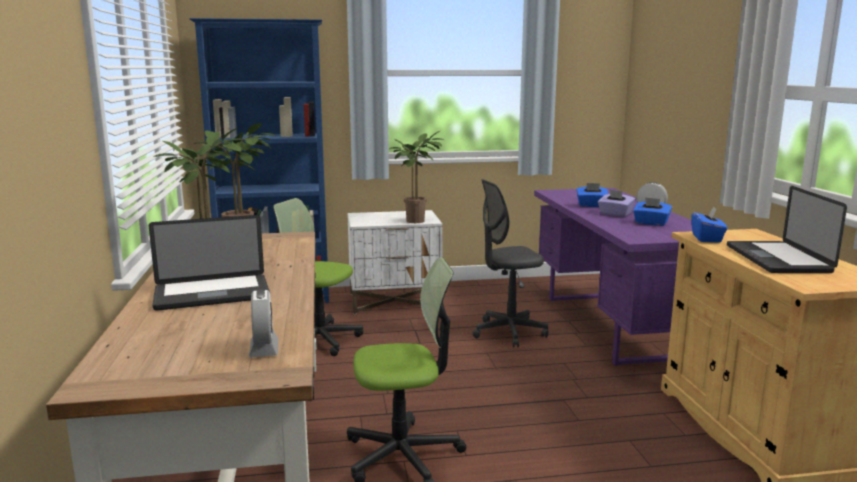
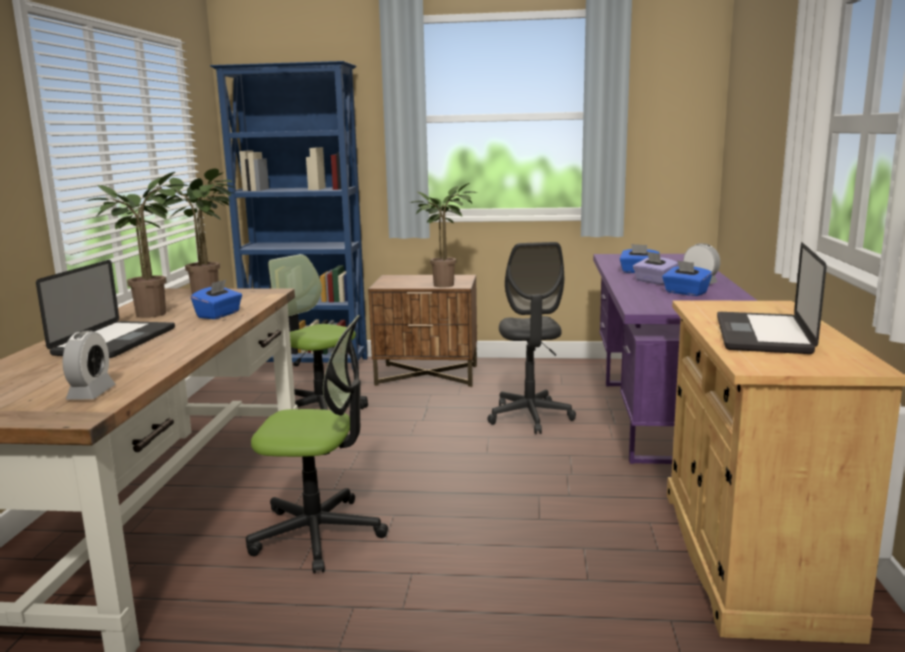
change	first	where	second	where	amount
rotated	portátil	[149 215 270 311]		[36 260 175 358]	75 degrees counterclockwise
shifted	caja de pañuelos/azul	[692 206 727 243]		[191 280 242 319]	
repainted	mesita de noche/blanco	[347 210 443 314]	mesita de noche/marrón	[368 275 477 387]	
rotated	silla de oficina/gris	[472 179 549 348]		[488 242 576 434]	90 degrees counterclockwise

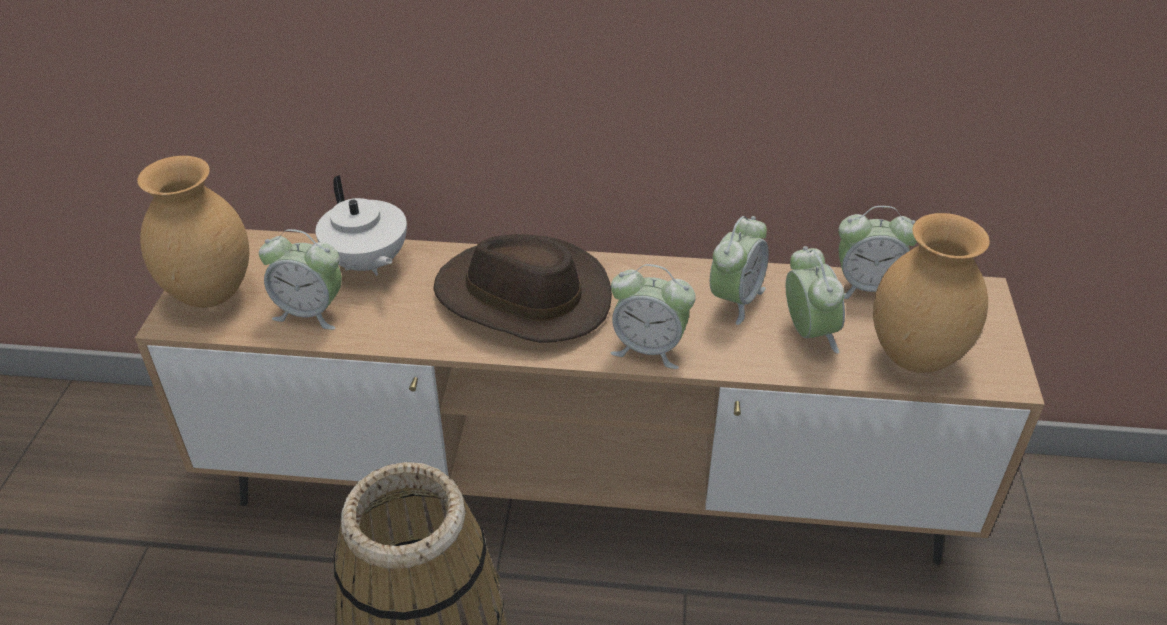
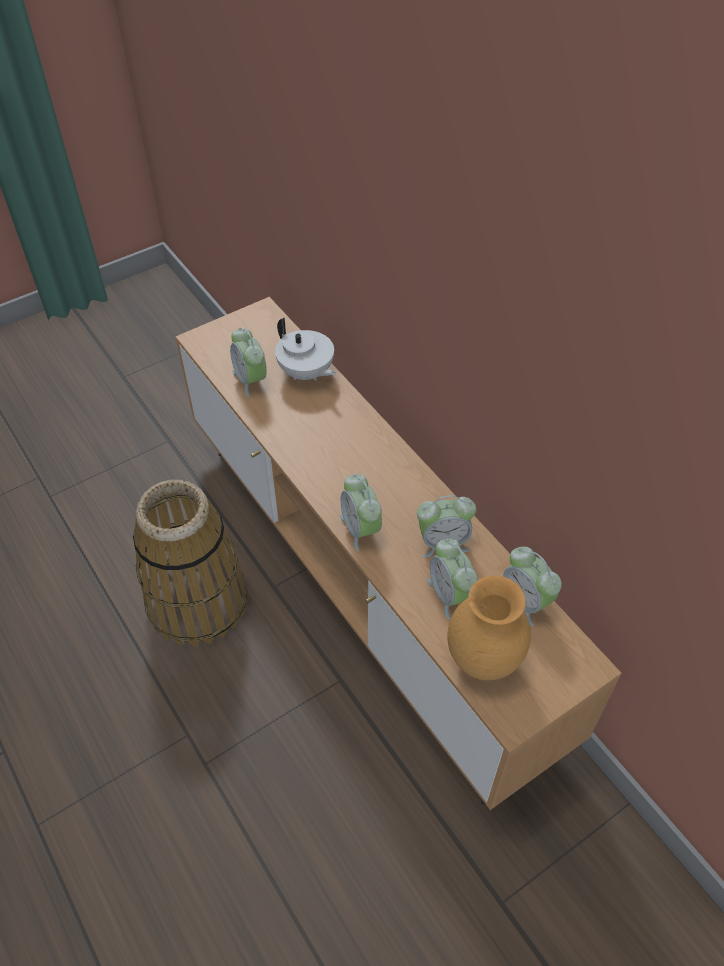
change	first	where	second	where	amount
rotated	tetera/blanco	[316 175 407 276]		[275 318 336 381]	60 degrees counterclockwise
rotated	despertador	[786 246 845 354]		[427 539 478 619]	120 degrees clockwise
gone	florero/marrón	[137 156 249 308]			
gone	sombrero/marrón	[433 234 612 343]			

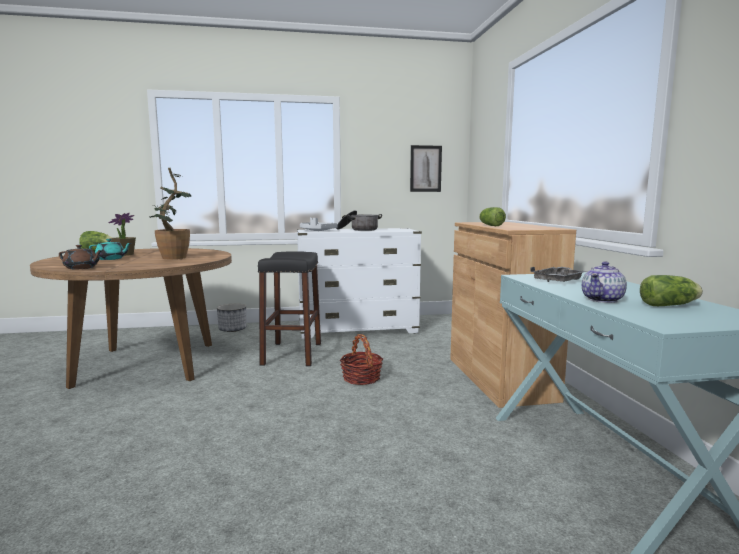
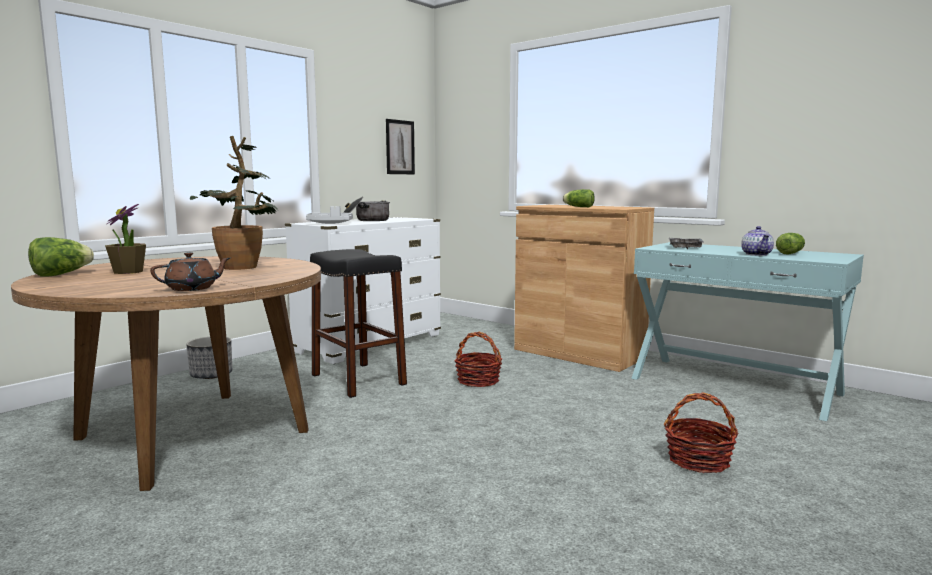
change	first	where	second	where	amount
new			cesta	[664 392 739 473]	
gone	tetera/turquesa	[89 239 131 260]			

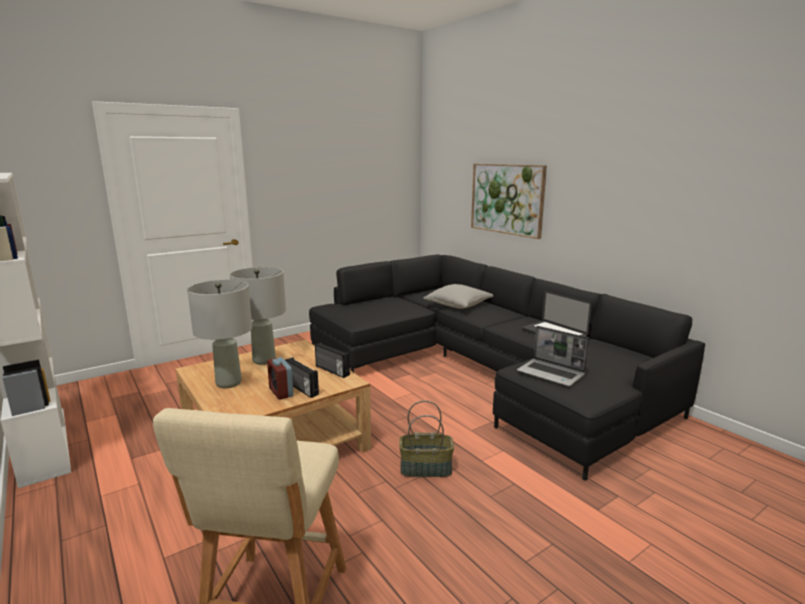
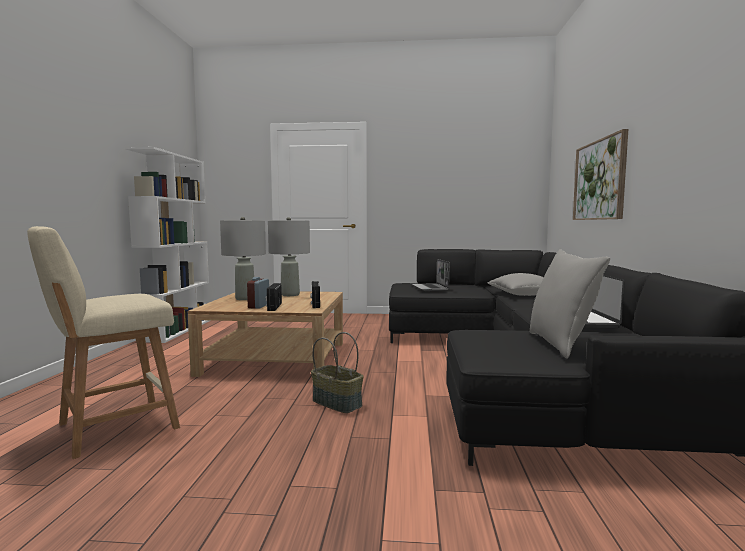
change	first	where	second	where	amount
shifted	portátil	[517 326 590 386]		[412 259 450 291]	
new			cojín/gris	[530 249 610 359]	

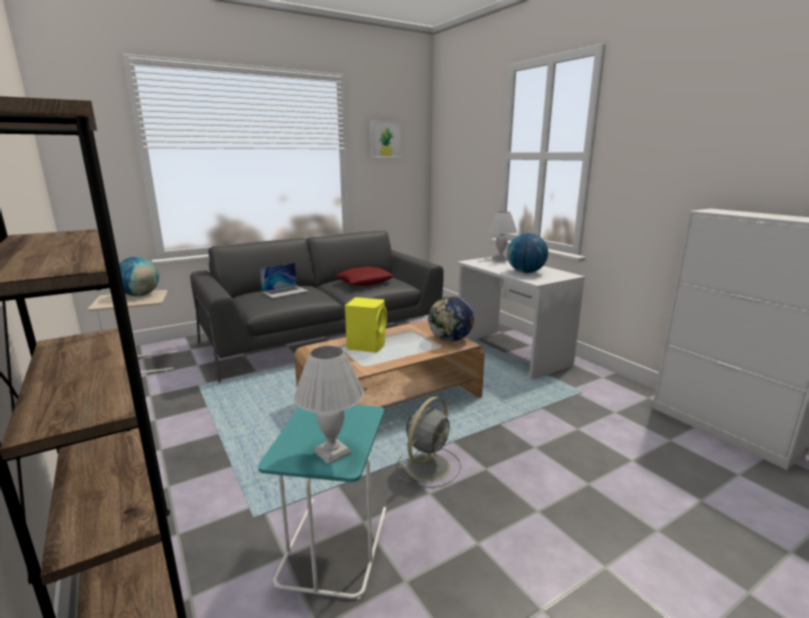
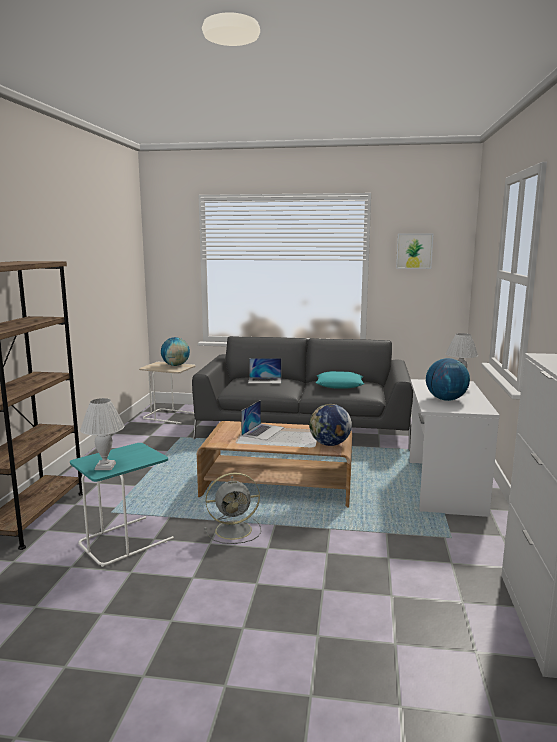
change	first	where	second	where	amount
swapped	altavoz/amarillo	[345 297 387 353]	portátil	[241 400 284 440]	
repainted	cojín/rojo	[336 267 394 286]	cojín/turquesa	[316 371 364 389]	

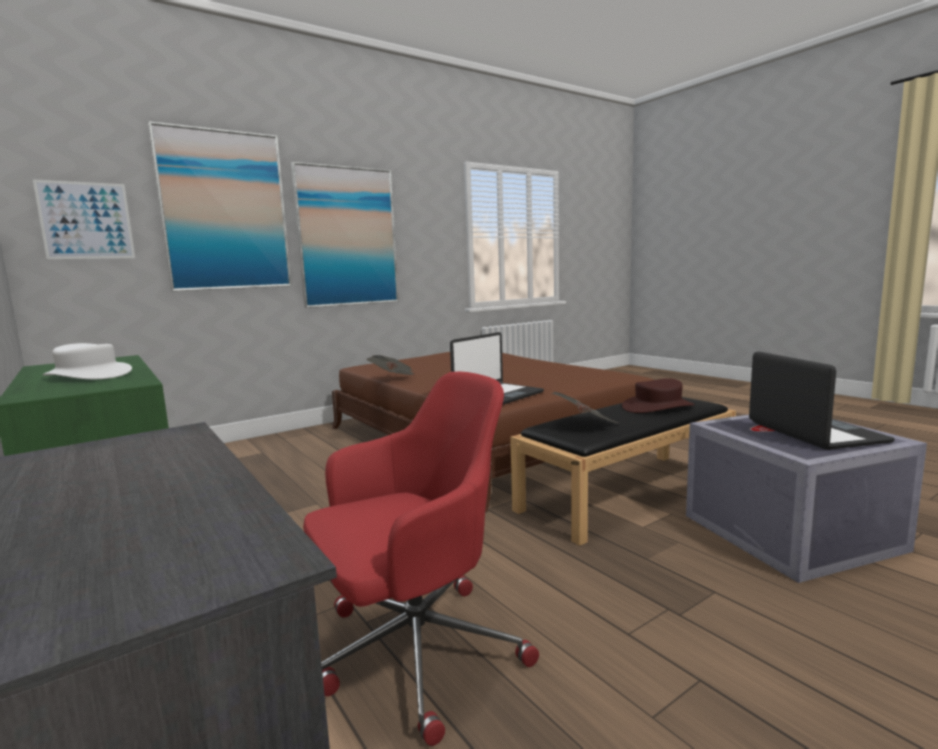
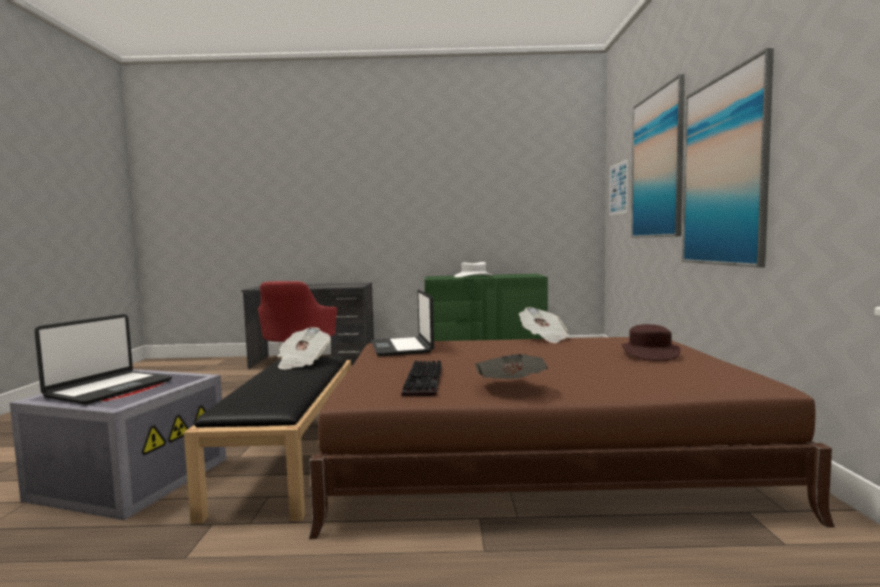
change	first	where	second	where	amount
rotated	portátil	[749 351 895 450]		[35 314 172 405]	90 degrees counterclockwise
new			teclado	[401 360 442 396]	
new			periódico	[474 354 548 379]	
shifted	sombrero/marrón	[622 378 695 413]		[622 324 681 361]	

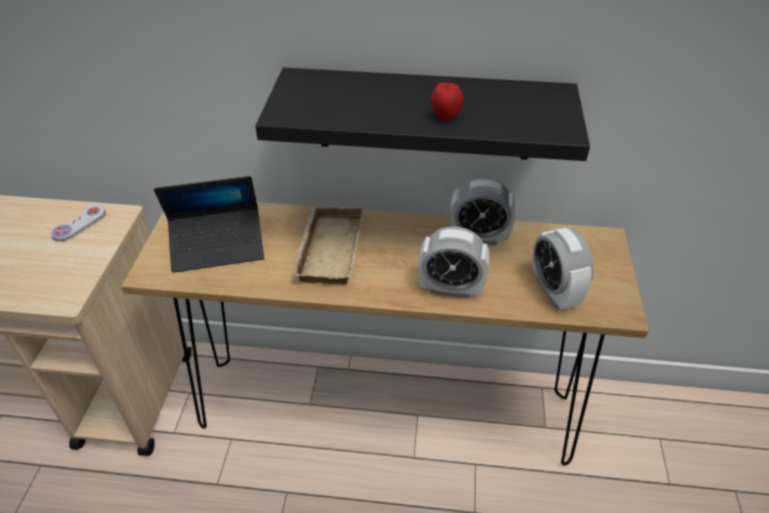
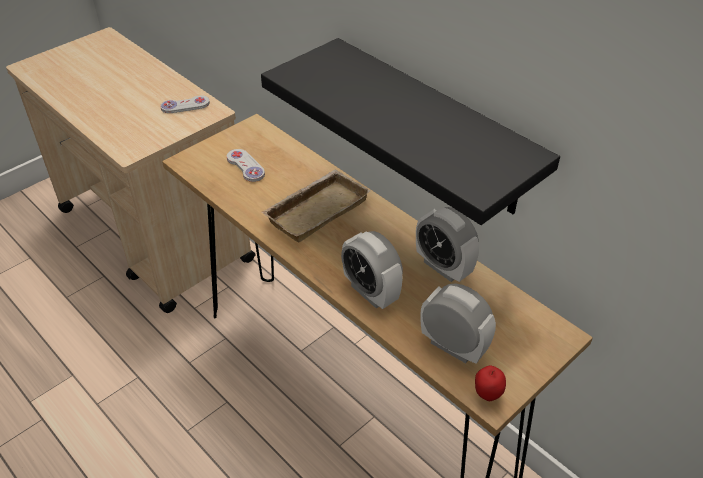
change	first	where	second	where	amount
swapped	portátil	[154 176 264 273]	mando de consola/blanco	[227 149 265 182]	
rotated	despertador	[533 227 594 310]		[420 284 496 364]	105 degrees clockwise
shifted	manzana	[431 79 464 121]		[475 366 506 401]	

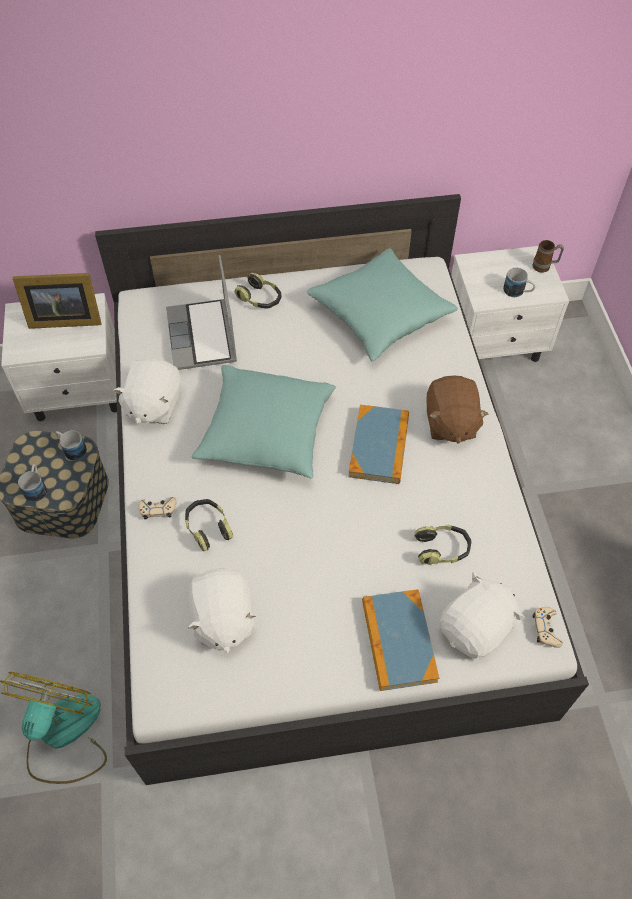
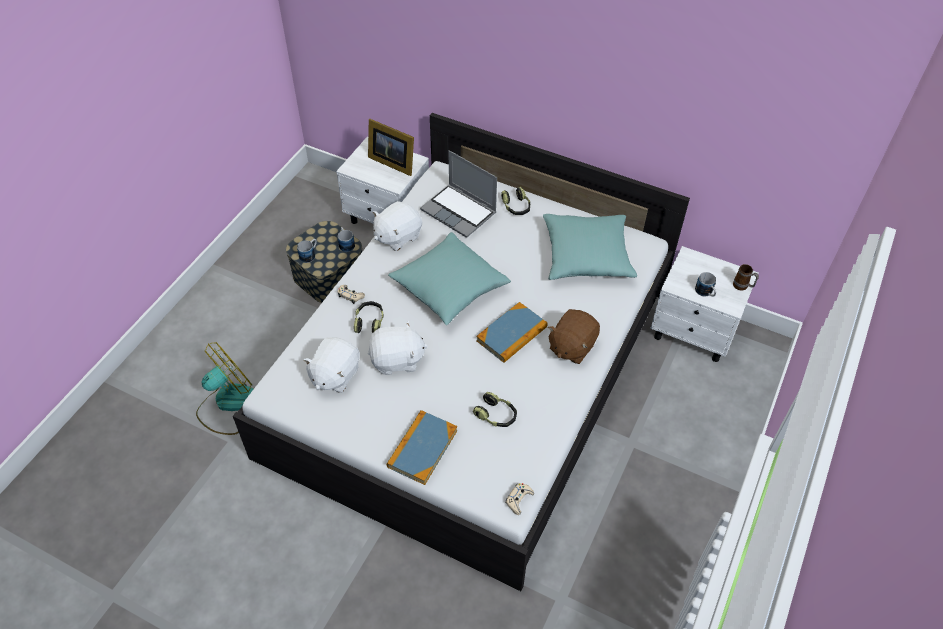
change	first	where	second	where	amount
shifted	peluche/blanco	[440 572 525 660]		[368 321 428 375]	
rotated	portátil	[166 255 237 370]		[420 150 497 238]	75 degrees counterclockwise

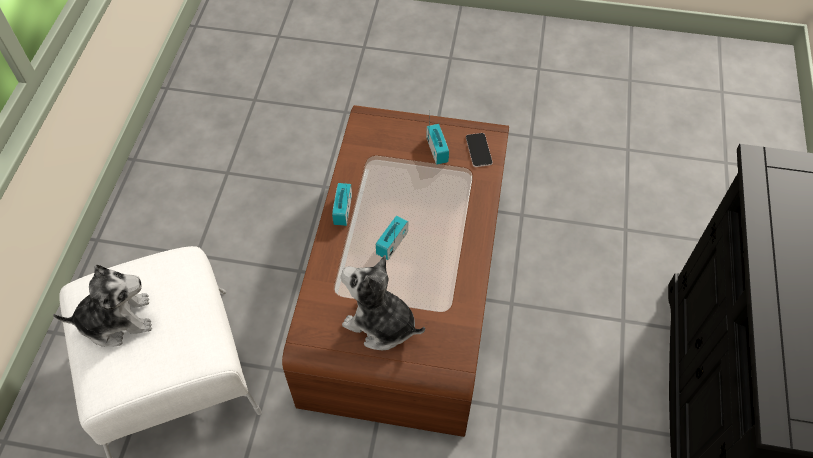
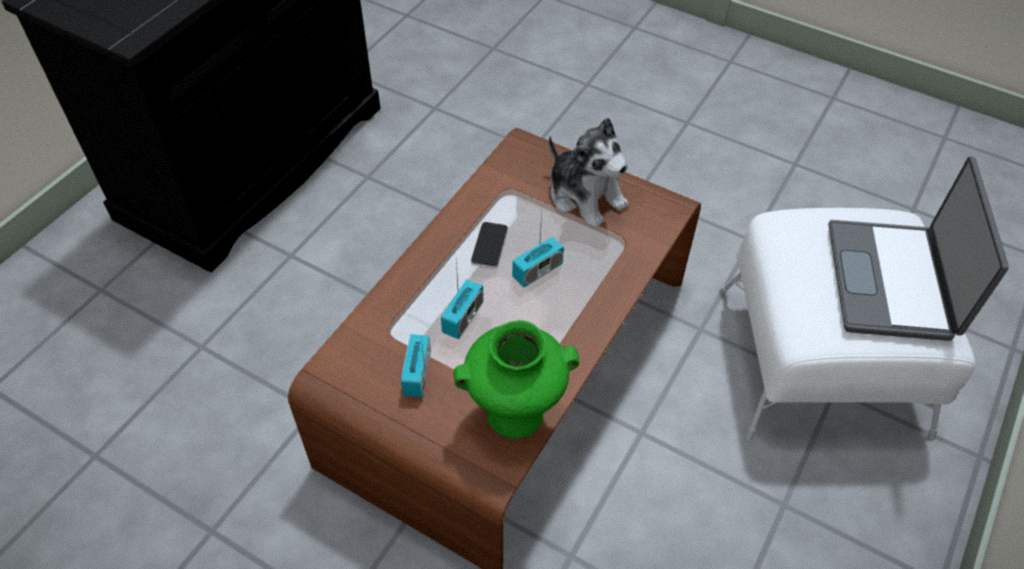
change	first	where	second	where	amount
shifted	radio	[332 183 352 226]		[441 260 483 339]	
new			florero/verde	[454 320 579 439]	
shifted	móvil	[466 133 493 167]		[471 222 508 268]	
swapped	peluche	[53 265 152 347]	portátil	[828 156 1009 341]	

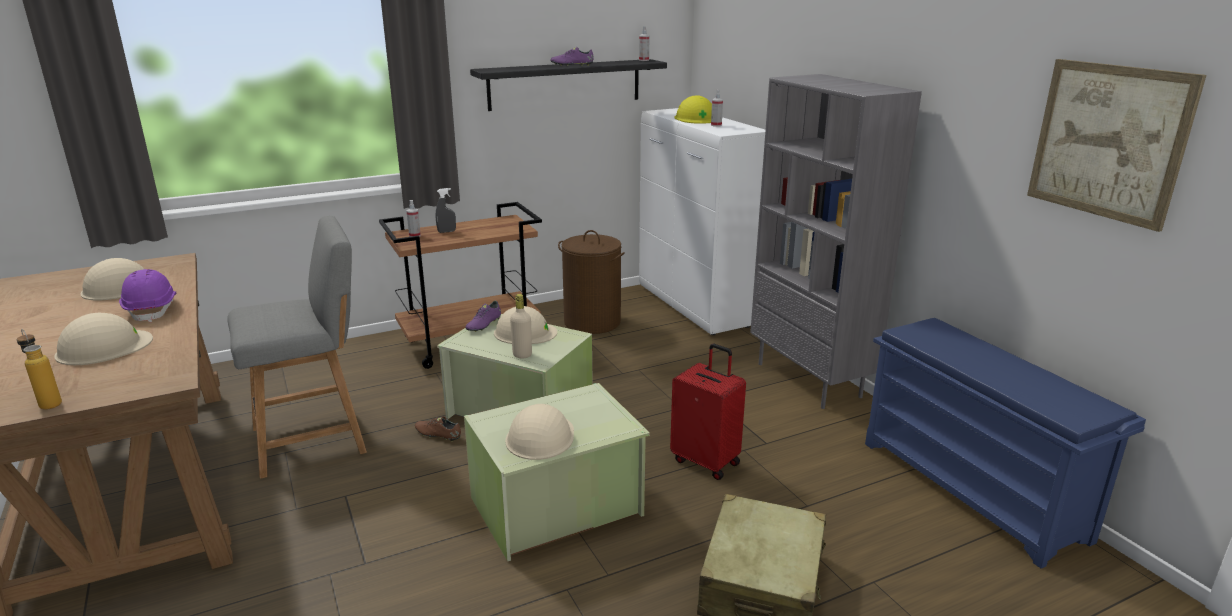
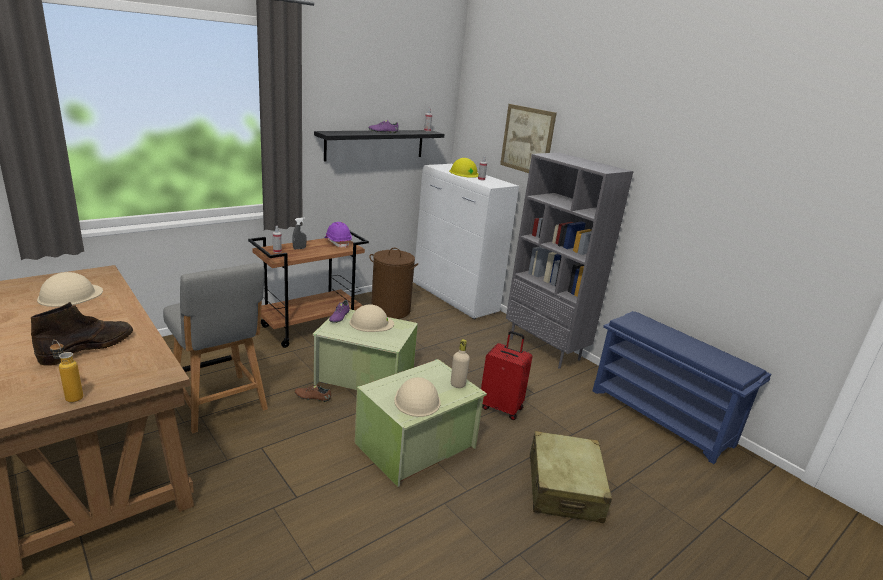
change	first	where	second	where	amount
swapped	casco/beis	[54 313 153 365]	bota/marrón	[31 302 133 366]	
rotated	silla/gris	[227 216 367 479]		[163 263 268 433]	90 degrees clockwise
shifted	casco/morado	[119 269 176 322]		[324 222 352 248]	
shifted	botella/beis	[510 294 532 358]		[451 339 470 388]	
shifted	cuadro	[1027 59 1206 232]		[500 104 557 173]	

